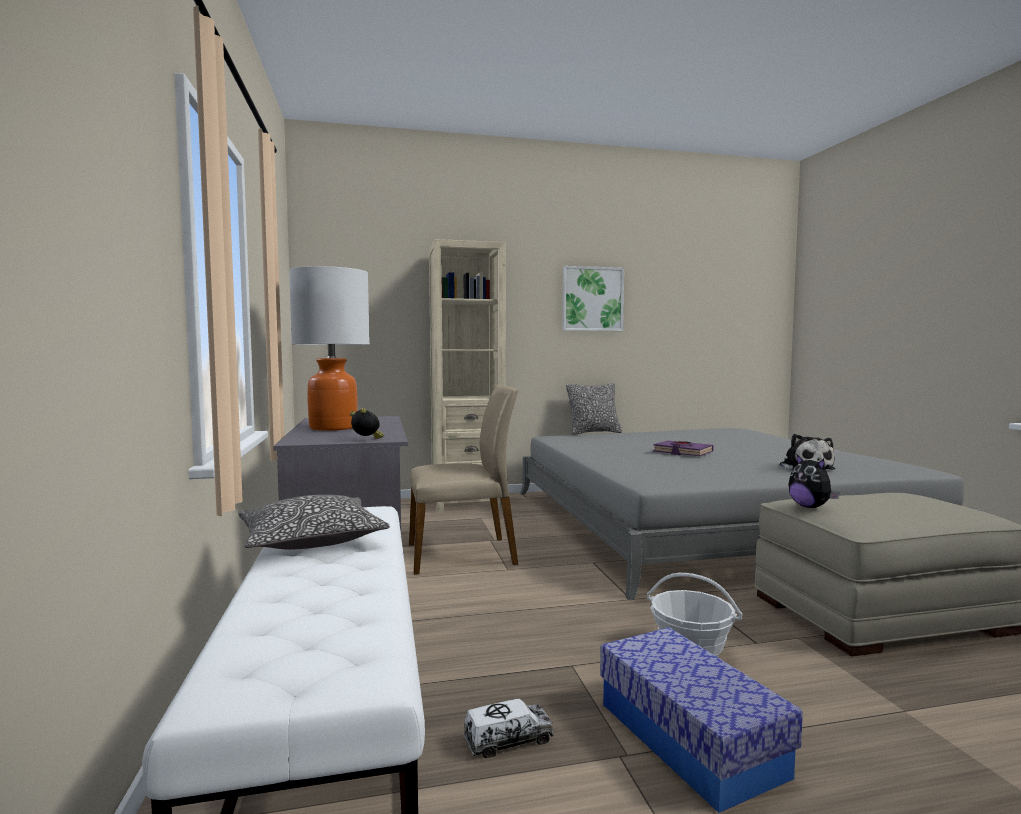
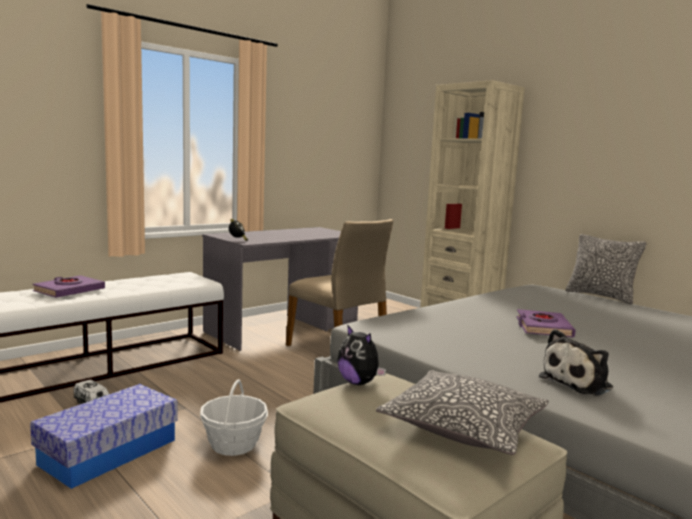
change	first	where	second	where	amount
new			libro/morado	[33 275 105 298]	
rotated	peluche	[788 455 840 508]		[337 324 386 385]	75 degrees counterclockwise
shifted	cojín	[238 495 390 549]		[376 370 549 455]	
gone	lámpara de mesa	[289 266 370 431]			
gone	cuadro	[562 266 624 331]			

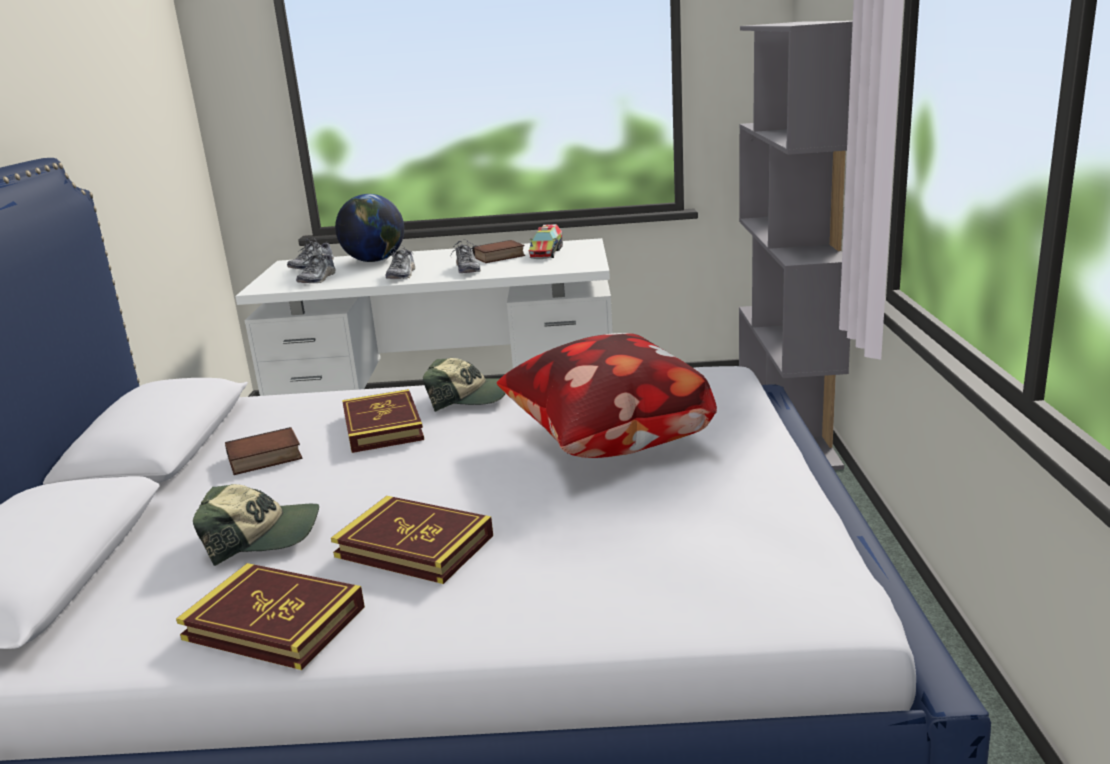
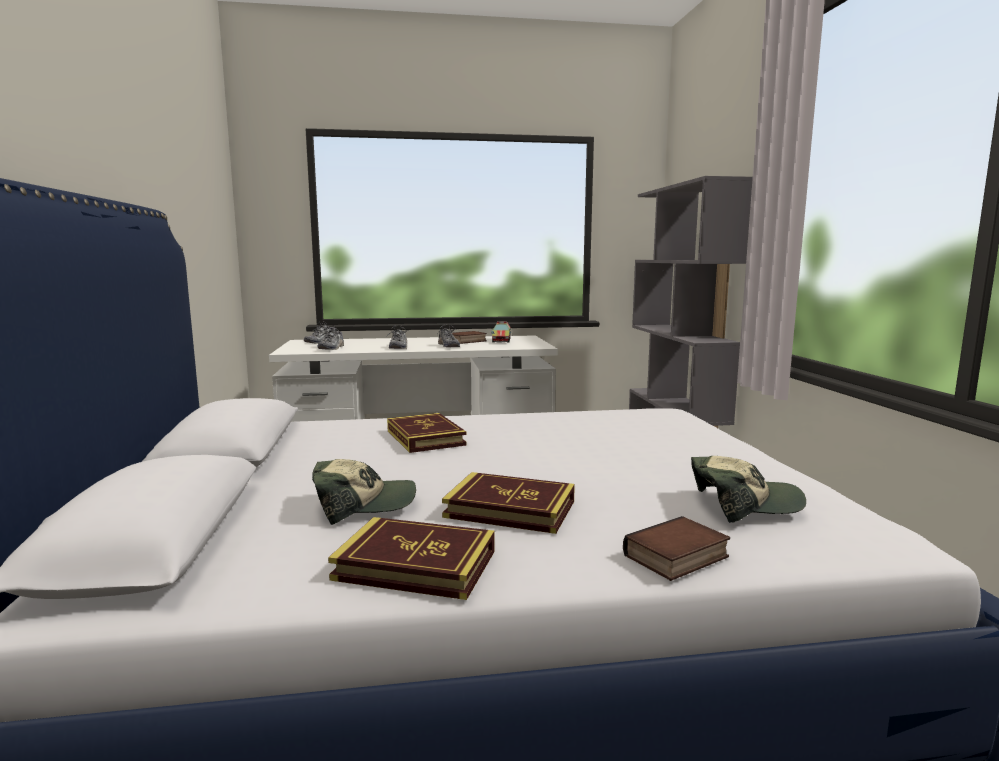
change	first	where	second	where	amount
shifted	libro	[225 427 302 475]		[623 516 730 581]	
shifted	gorra	[423 358 506 412]		[691 456 806 523]	
gone	globo terráqueo	[335 194 404 262]			
gone	cojín	[497 333 717 458]			

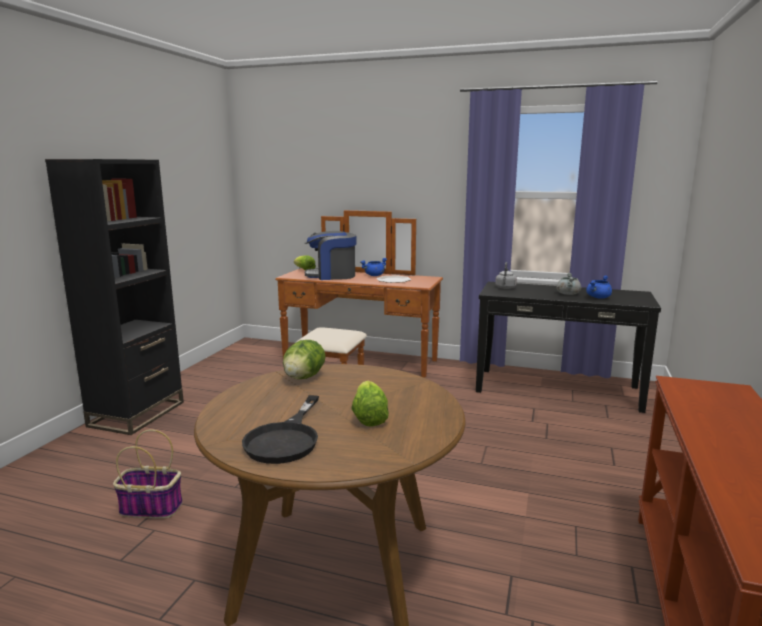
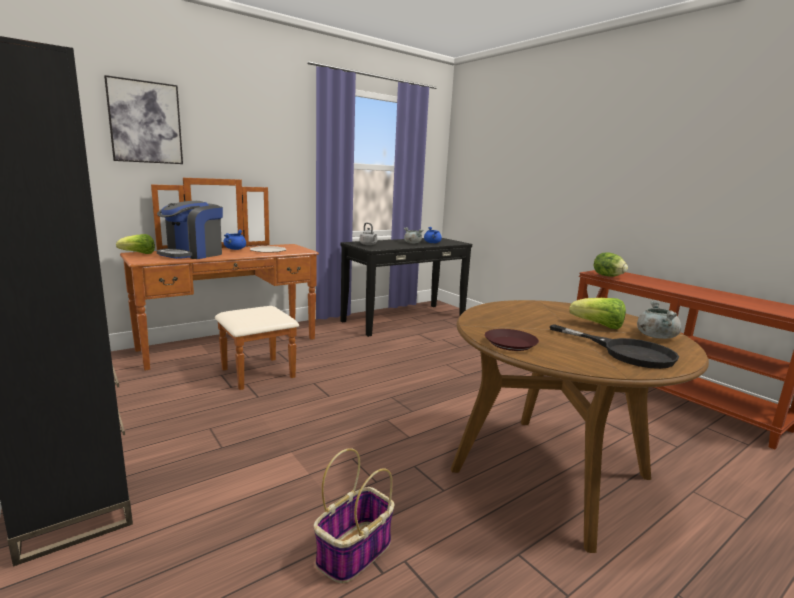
change	first	where	second	where	amount
new			cuadro	[104 75 183 164]	
new			plato/marrón	[485 329 539 351]	
shifted	lechuga	[283 340 326 379]		[594 252 628 277]	
new			olla/gris	[637 301 682 339]	

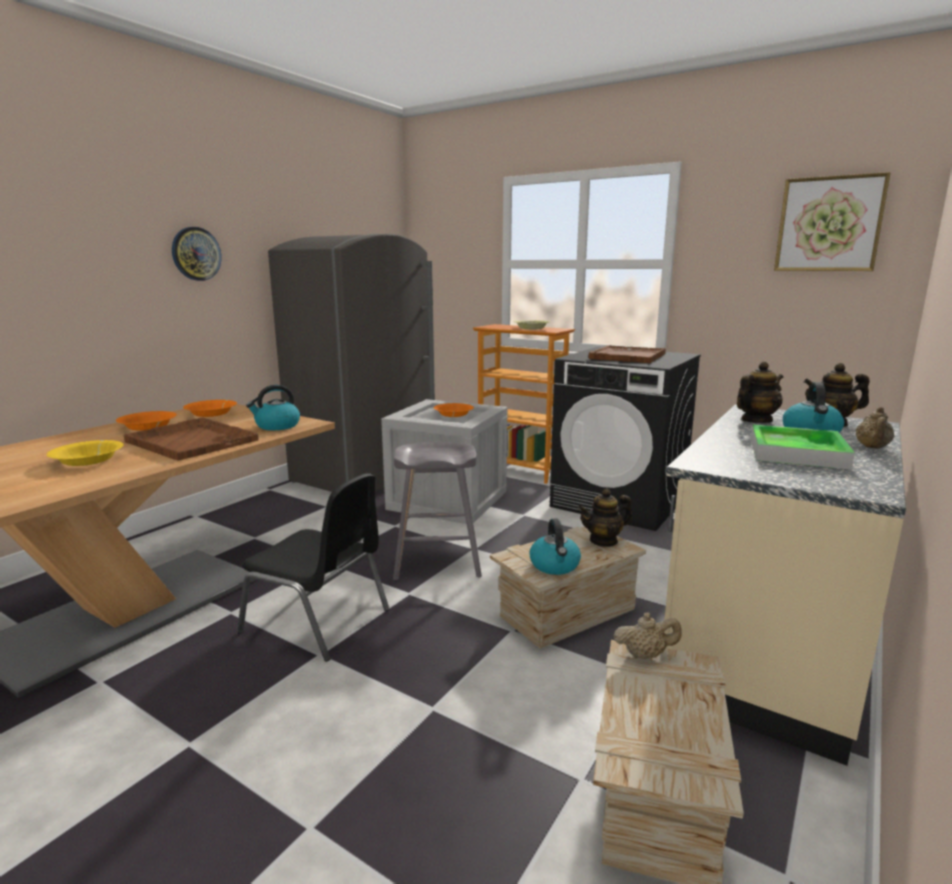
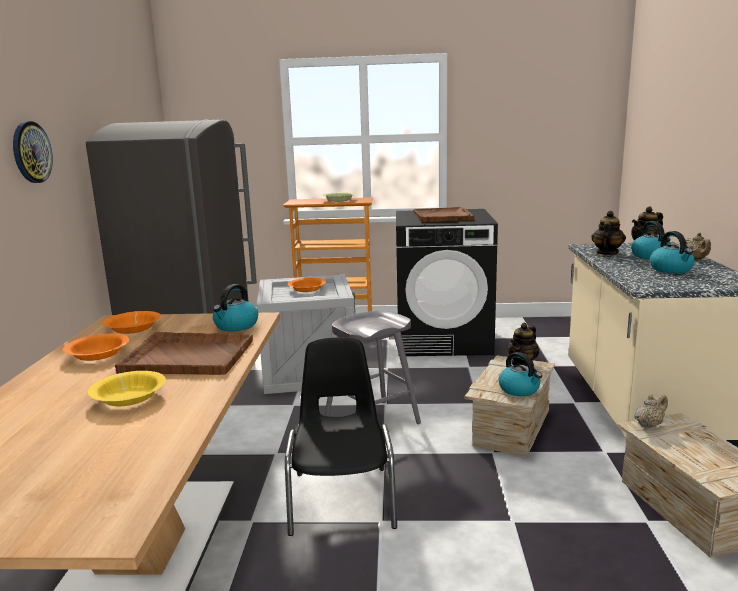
change	first	where	second	where	amount
rotated	silla/negro	[237 473 389 662]		[285 337 397 536]	90 degrees counterclockwise
swapped	bandeja	[751 424 855 470]	hervidor	[650 231 695 273]	
gone	cuadro	[774 172 891 271]			

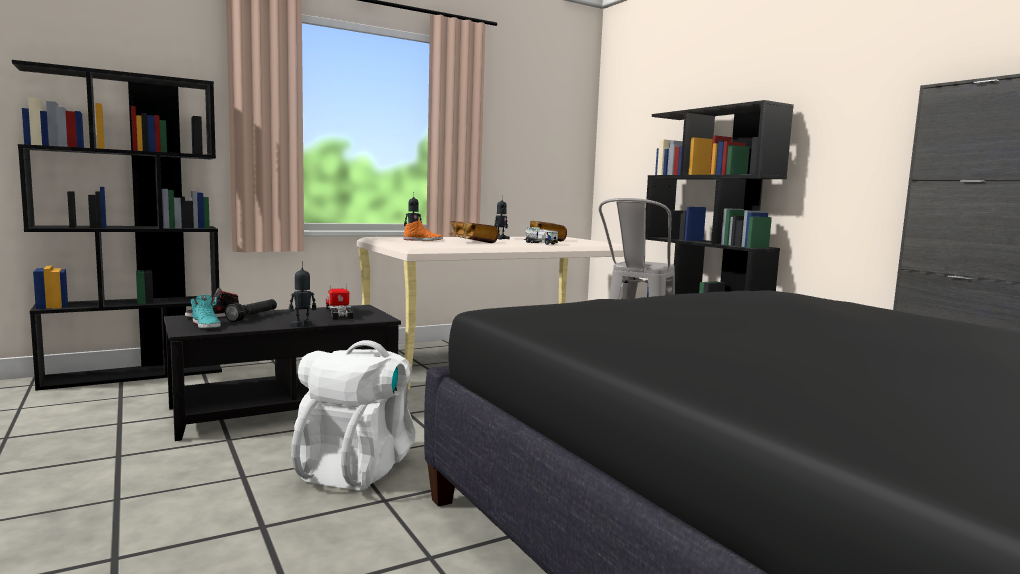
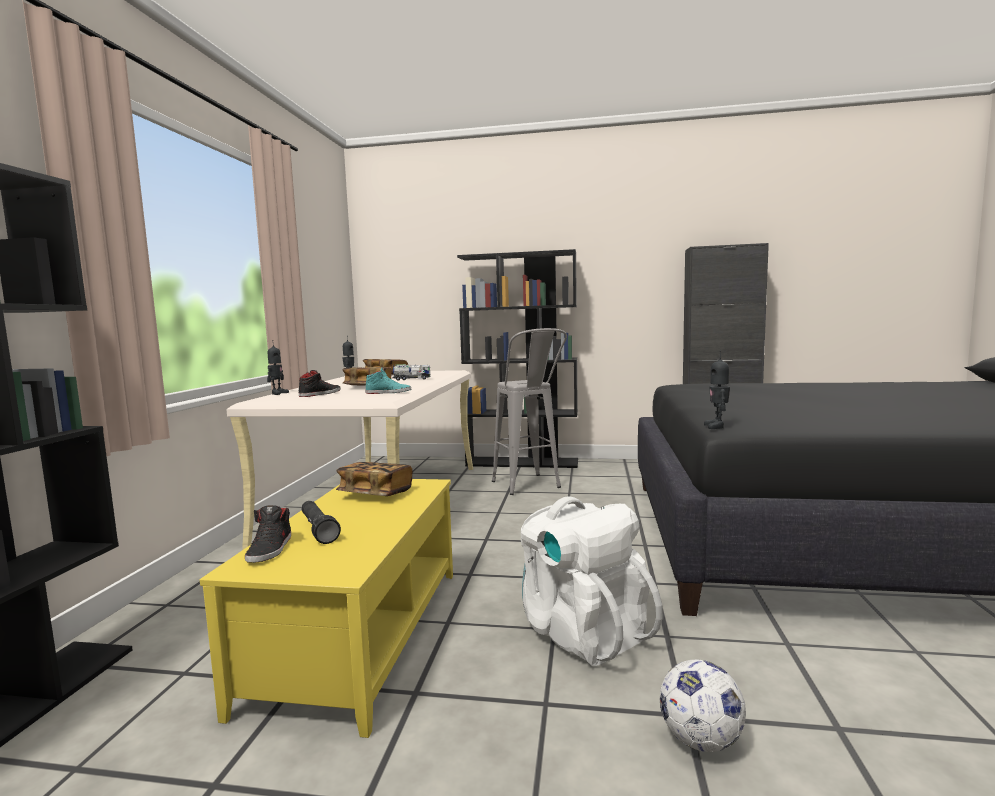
change	first	where	second	where	amount
repainted	mesa de centro/negro	[164 305 401 441]	mesa de centro/amarillo	[200 479 453 738]	
repainted	zapato/naranja	[403 219 443 241]	zapato/negro	[299 370 341 397]	
swapped	camión de juguete	[326 284 353 320]	libro	[336 462 413 496]	
shifted	zapato/turquesa	[191 295 221 328]		[365 368 411 394]	
new			balón de fútbol	[660 659 746 752]	
shifted	robot de juguete	[289 261 316 327]		[704 350 730 429]	

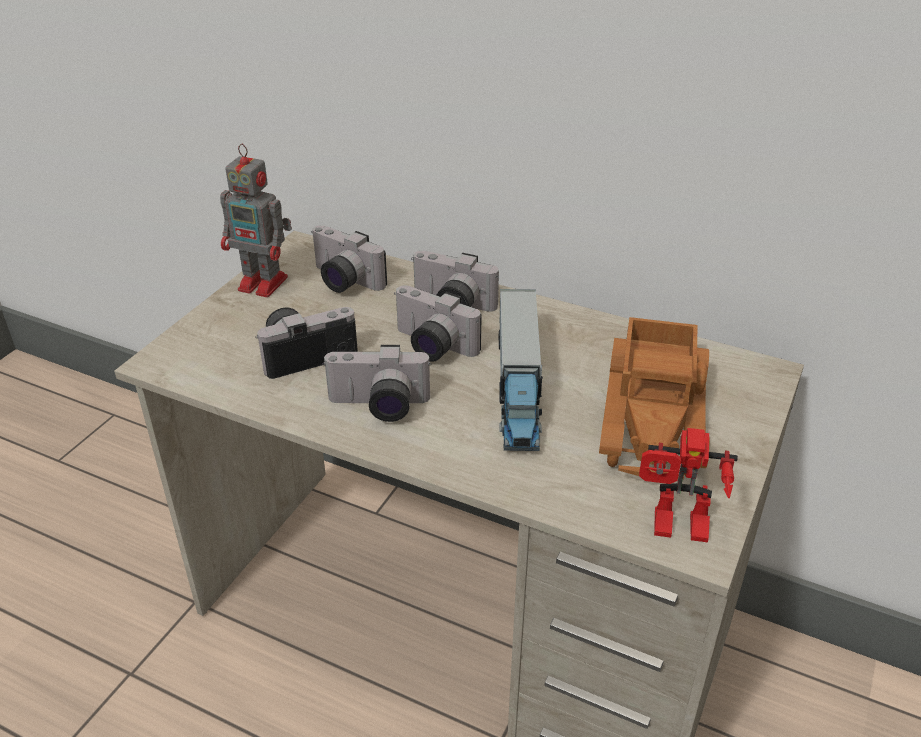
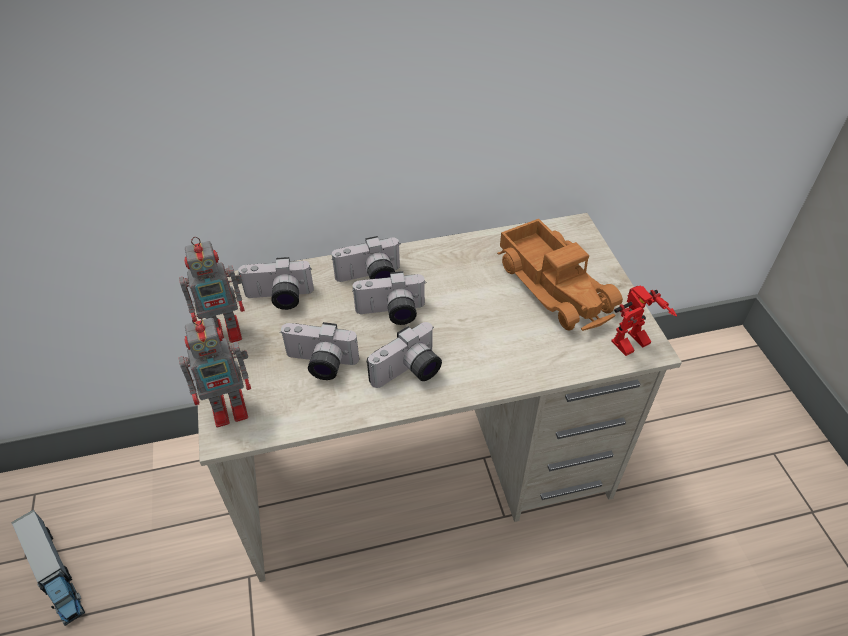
change	first	where	second	where	amount
shifted	camión de juguete	[499 289 543 451]		[11 510 85 626]	
new			robot de juguete	[179 316 251 427]	
rotated	cámara	[255 307 358 379]		[280 322 359 380]	105 degrees counterclockwise

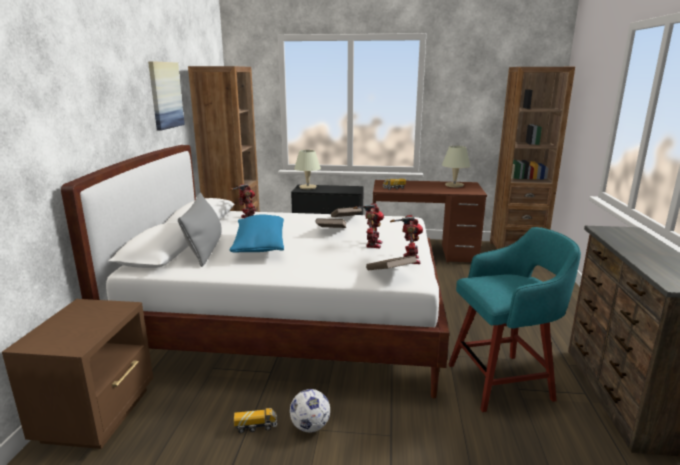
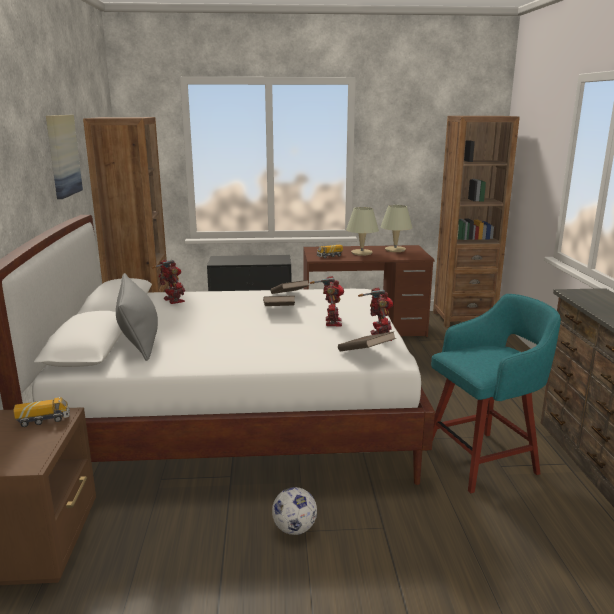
change	first	where	second	where	amount
shifted	camión de juguete	[234 408 277 433]		[14 397 70 427]	
shifted	lámpara de mesa/beis	[294 150 321 189]		[346 207 379 256]	
gone	cojín/azul	[229 215 284 252]			

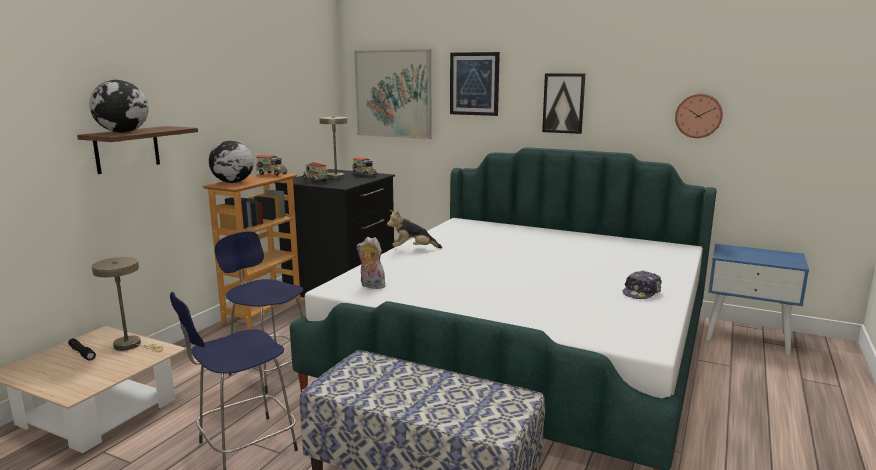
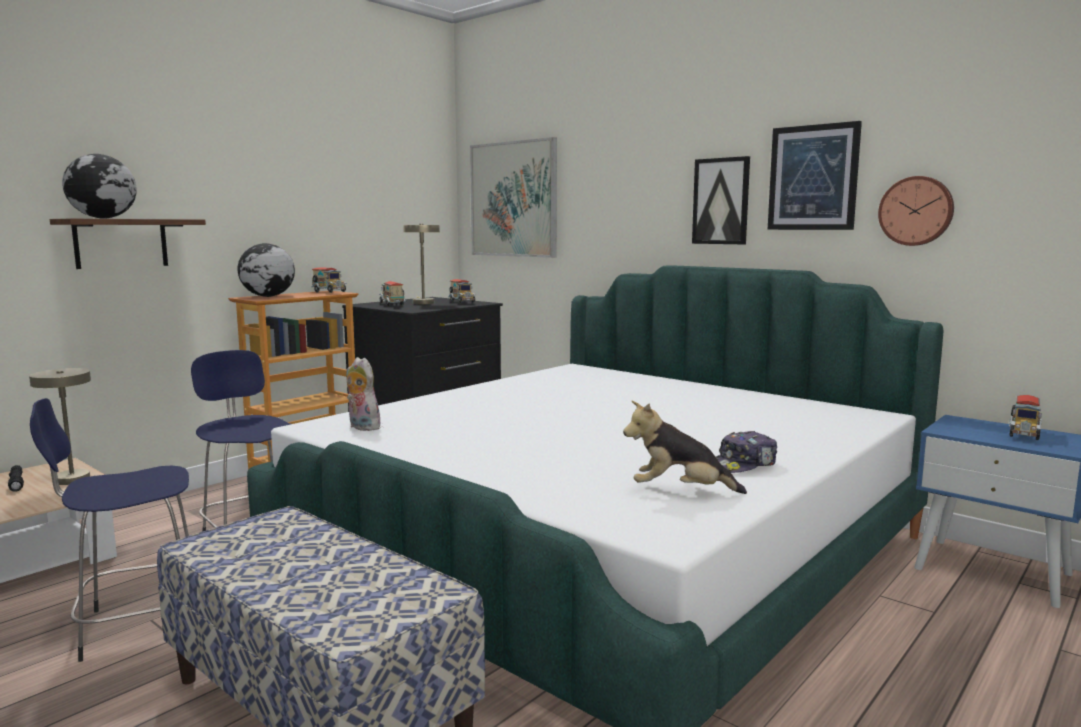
change	first	where	second	where	amount
shifted	peluche	[387 210 442 248]		[623 401 747 494]	
shifted	cuadro	[450 52 500 116]		[768 121 862 230]	
new			camión de juguete	[1009 395 1042 440]	

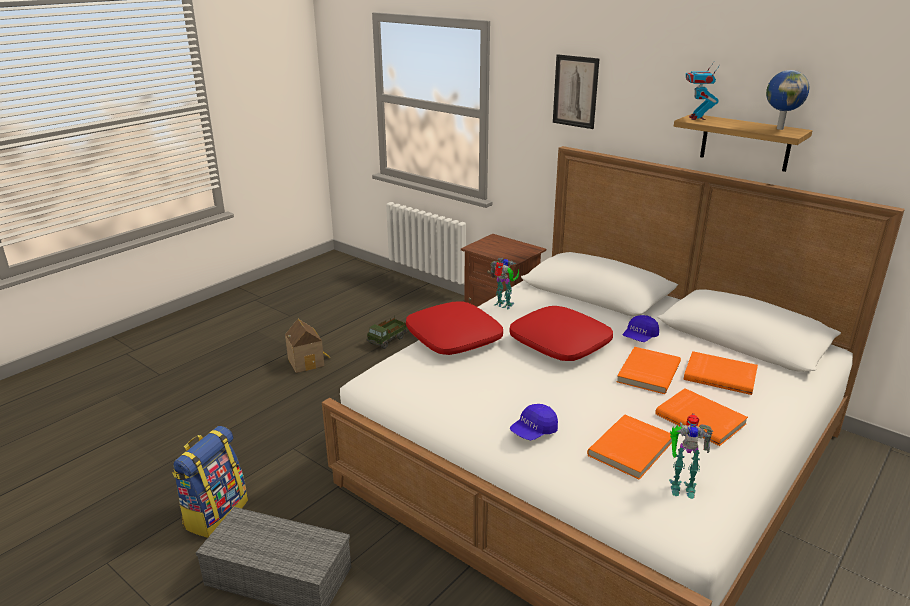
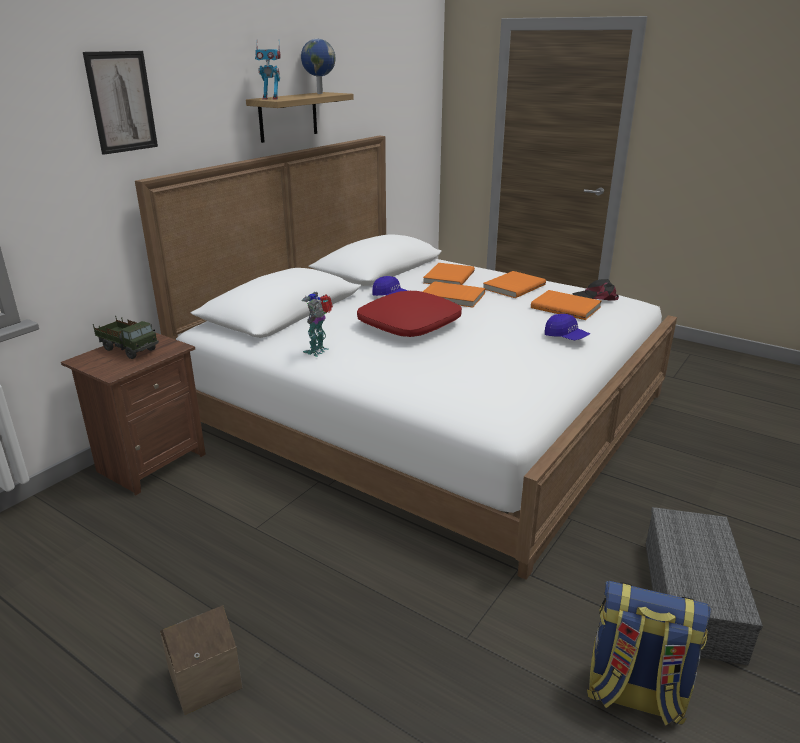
change	first	where	second	where	amount
shifted	camión de juguete	[367 315 407 349]		[93 316 159 359]	
swapped	robot de juguete	[669 413 713 499]	gorra/negro	[572 279 619 301]	
gone	cojín/rojo	[406 301 503 355]			

